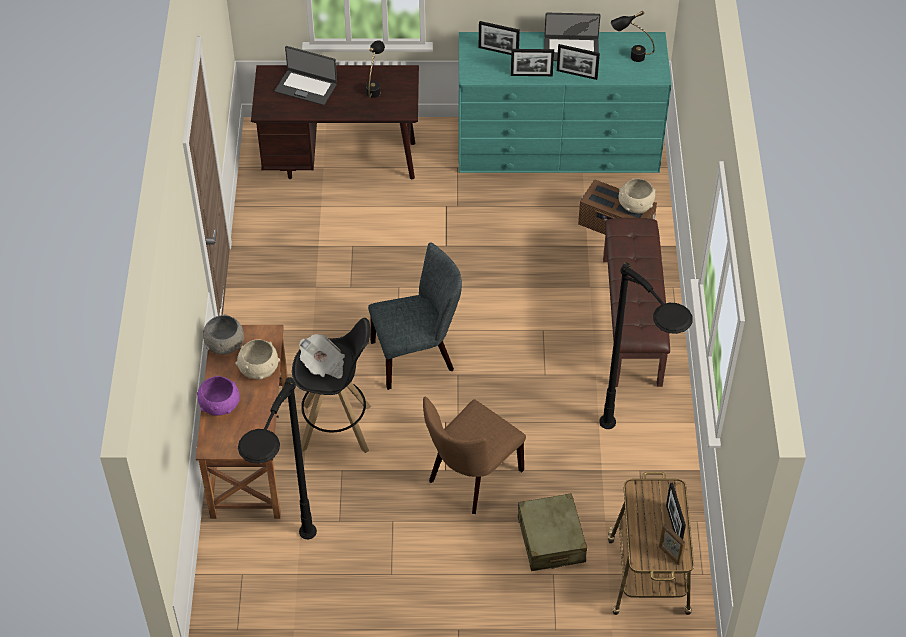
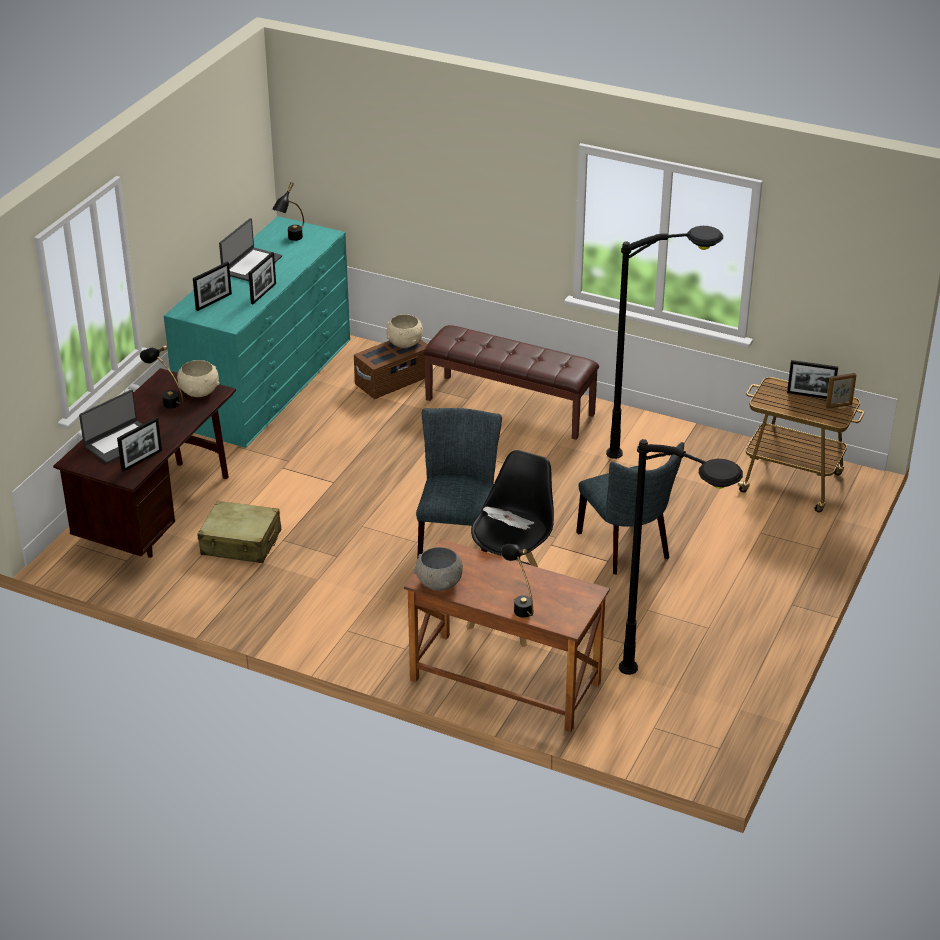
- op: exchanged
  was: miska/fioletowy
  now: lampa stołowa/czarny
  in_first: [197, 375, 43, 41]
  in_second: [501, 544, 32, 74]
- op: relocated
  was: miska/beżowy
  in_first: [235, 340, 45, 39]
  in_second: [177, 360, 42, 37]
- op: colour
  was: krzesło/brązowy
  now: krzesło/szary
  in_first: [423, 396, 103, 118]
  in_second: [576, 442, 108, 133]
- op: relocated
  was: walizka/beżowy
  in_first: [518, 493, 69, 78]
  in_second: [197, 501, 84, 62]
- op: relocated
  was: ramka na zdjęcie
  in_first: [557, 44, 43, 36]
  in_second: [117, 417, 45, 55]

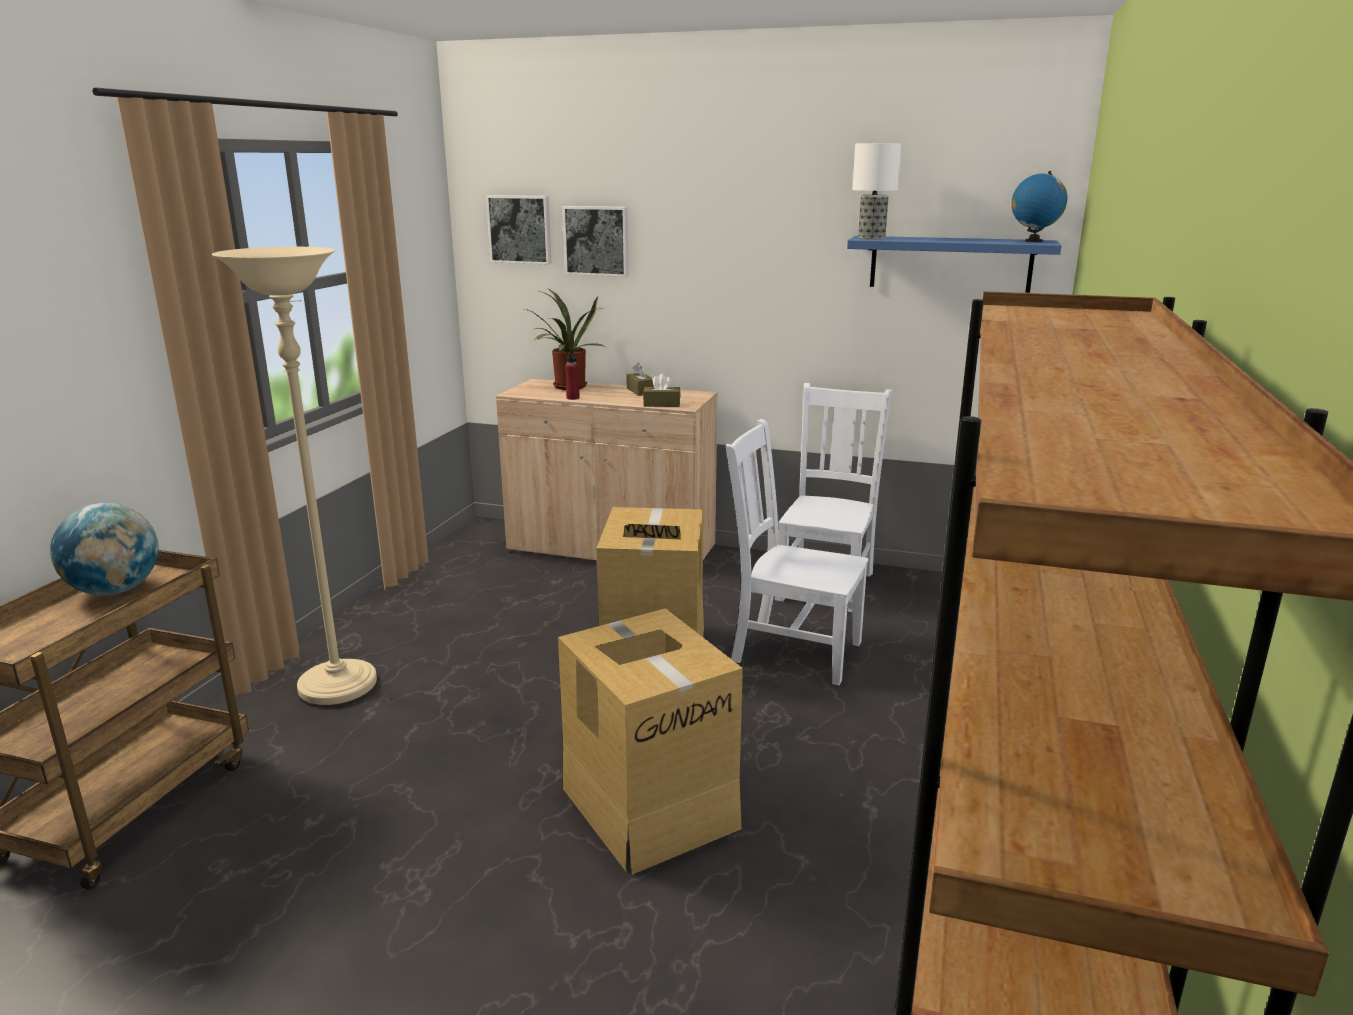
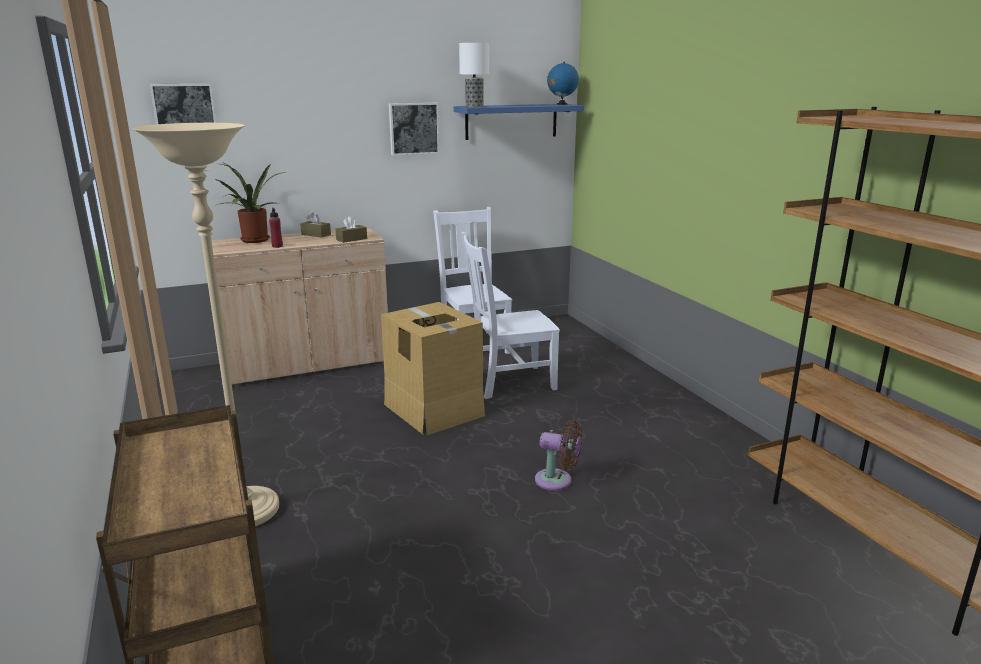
- op: missing
  was: globus
  in_first: [50, 503, 108, 92]
- op: exchanged
  was: karton
  now: wentylator/brązowy
  in_first: [558, 608, 185, 267]
  in_second: [535, 420, 47, 71]
- op: relocated
  was: obraz
  in_first: [562, 206, 67, 71]
  in_second: [389, 103, 50, 53]

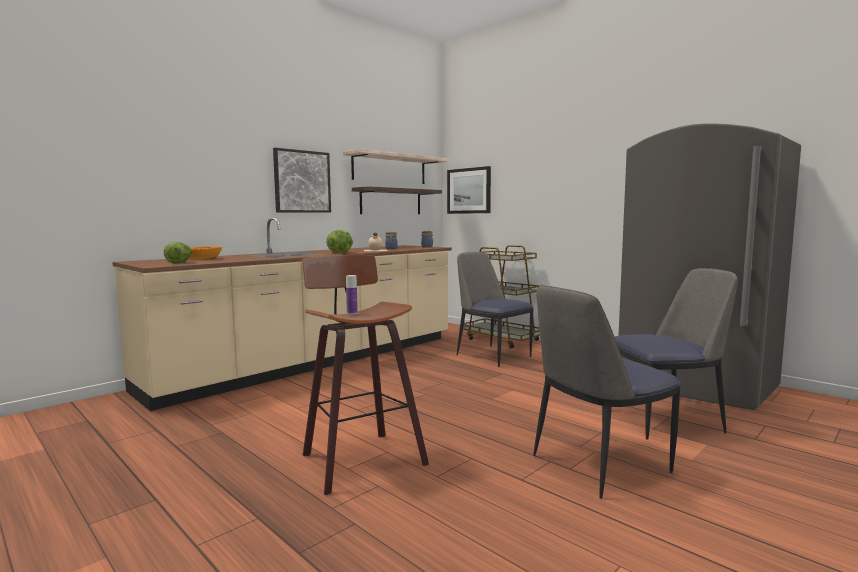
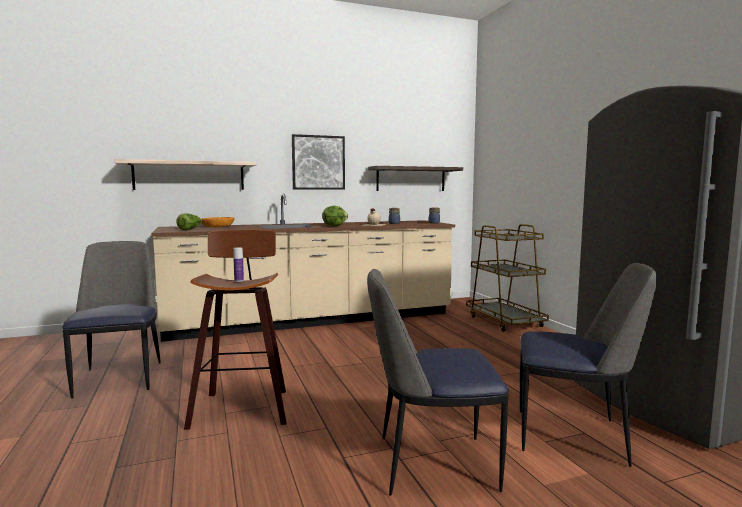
- op: relocated
  was: półka
  in_first: [343, 149, 106, 35]
  in_second: [114, 159, 142, 31]
- op: missing
  was: obraz
  in_first: [447, 166, 44, 48]
- op: relocated
  was: krzesło
  in_first: [457, 252, 77, 115]
  in_second: [62, 241, 99, 158]

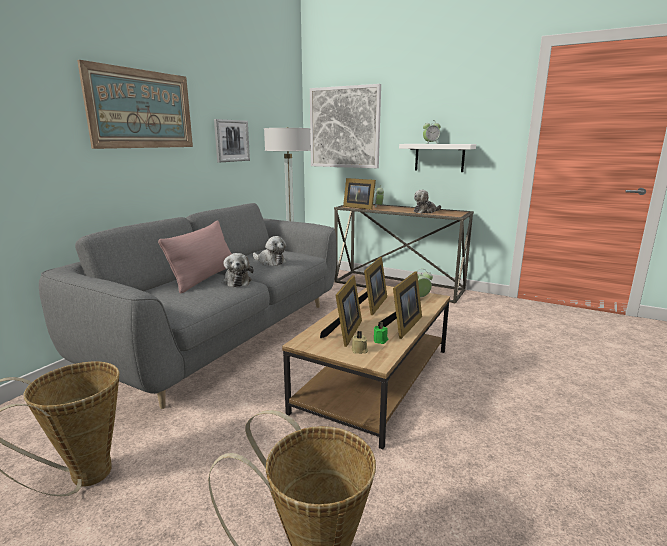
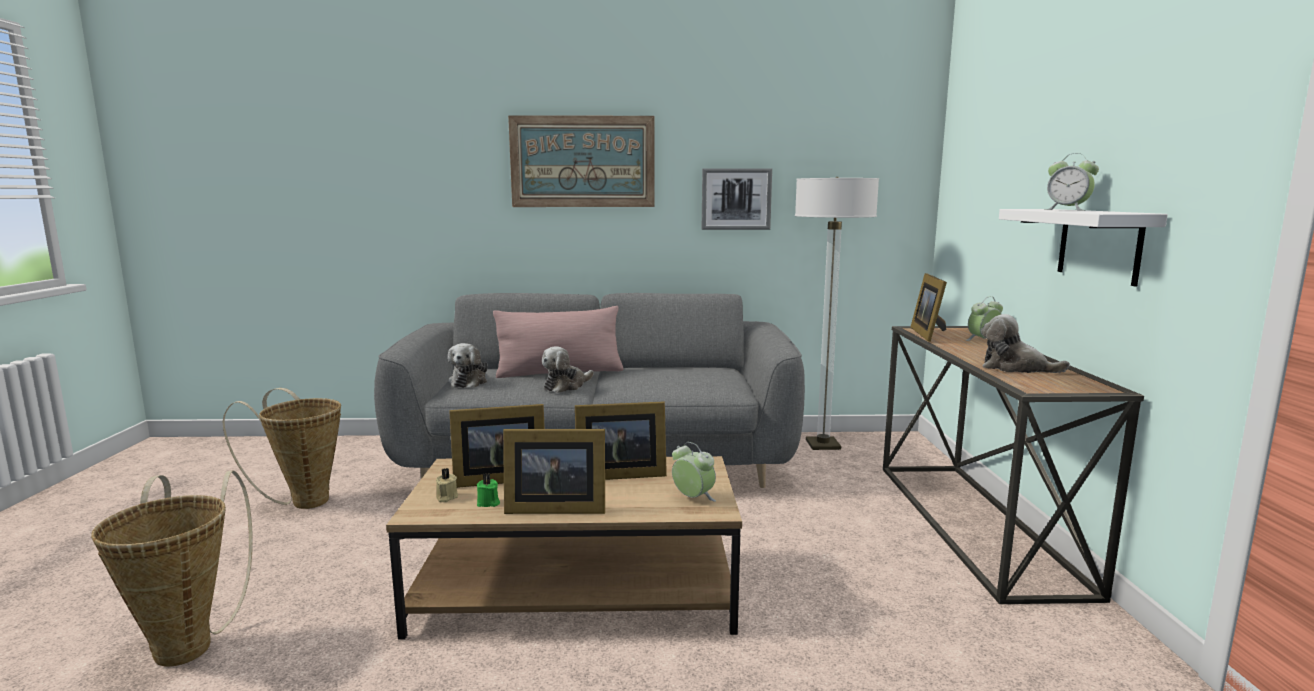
- op: relocated
  was: pluszak
  in_first: [253, 236, 33, 30]
  in_second: [448, 343, 40, 45]
- op: missing
  was: obraz
  in_first: [310, 84, 71, 84]

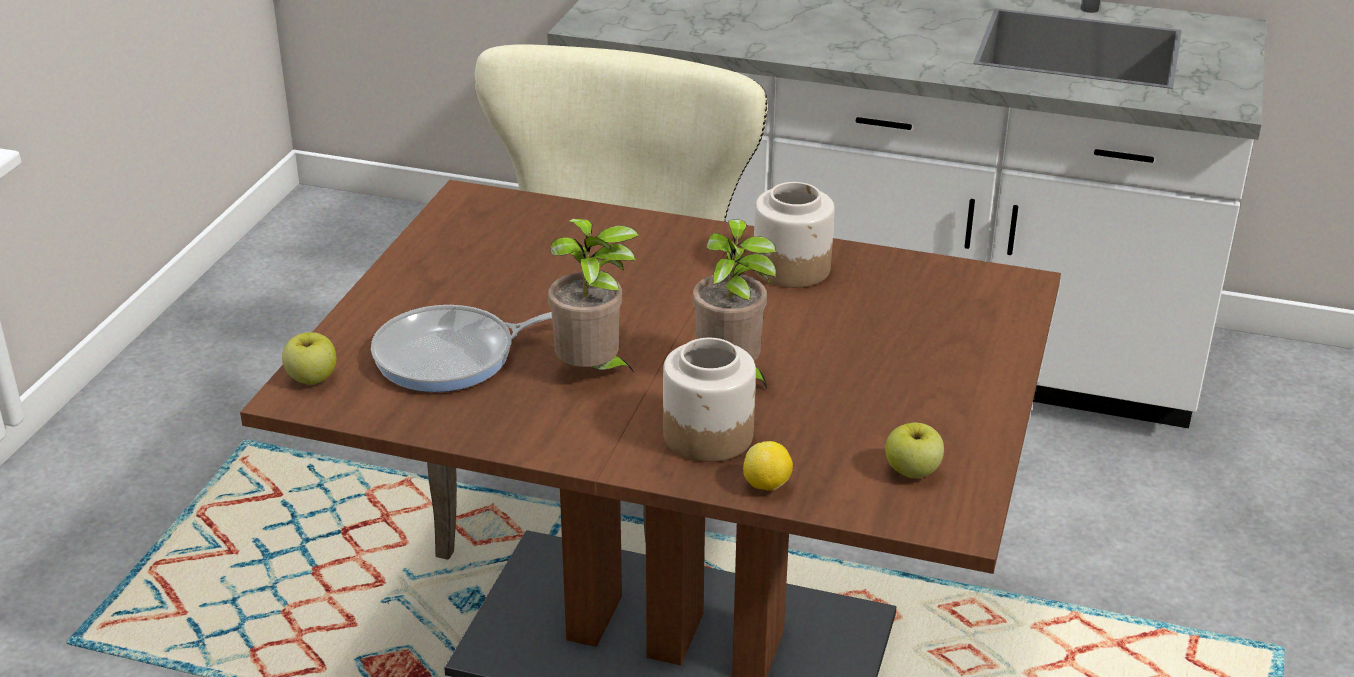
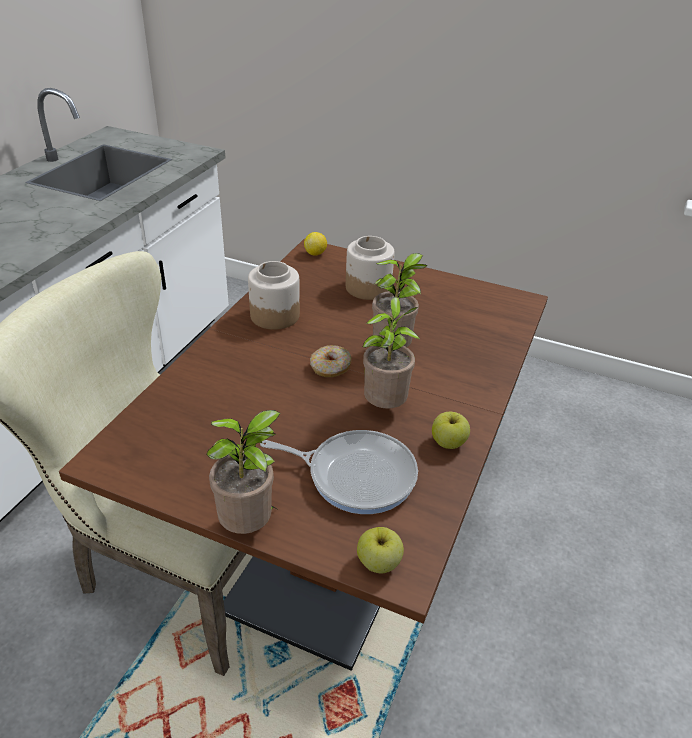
- op: spun
  was: patelnia
  in_first: [371, 305, 181, 87]
  in_second: [260, 430, 158, 84]
  clockwise: -60
- op: relocated
  was: słoik
  in_first: [663, 338, 93, 124]
  in_second: [346, 236, 49, 64]
- op: relocated
  was: cytryna
  in_first: [743, 441, 50, 50]
  in_second: [304, 232, 23, 24]
- op: relocated
  was: jabłko
  in_first: [885, 423, 59, 55]
  in_second: [432, 412, 38, 37]
- op: appeared
  now: roślina doniczkowa
  in_second: [206, 410, 75, 124]
- op: appeared
  now: donut
  in_second: [310, 345, 42, 32]

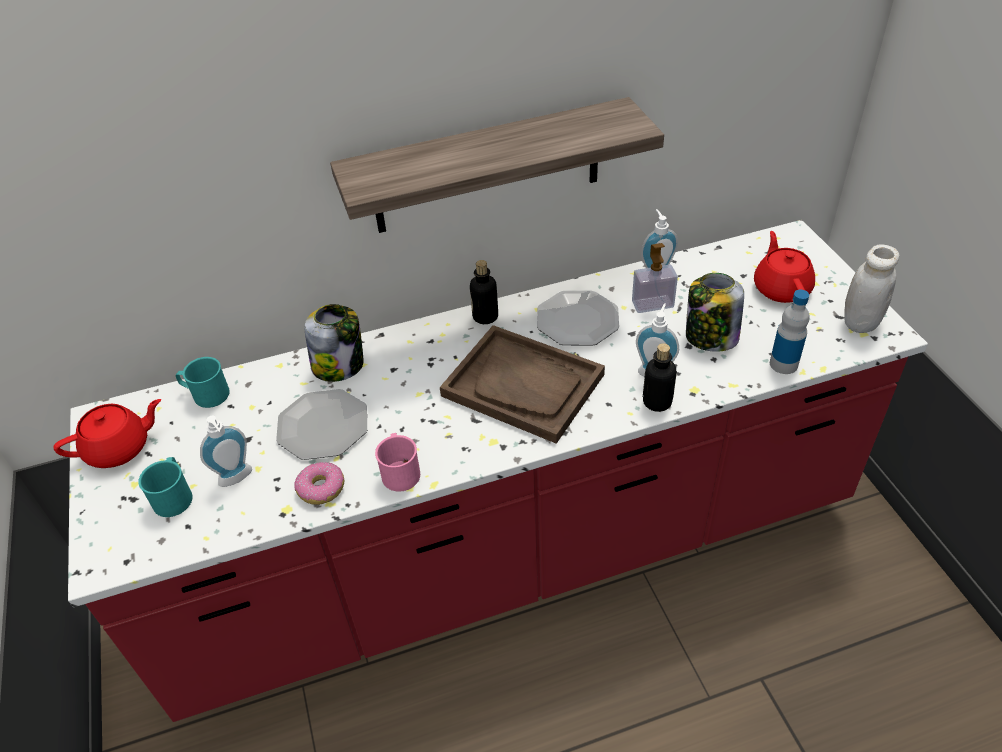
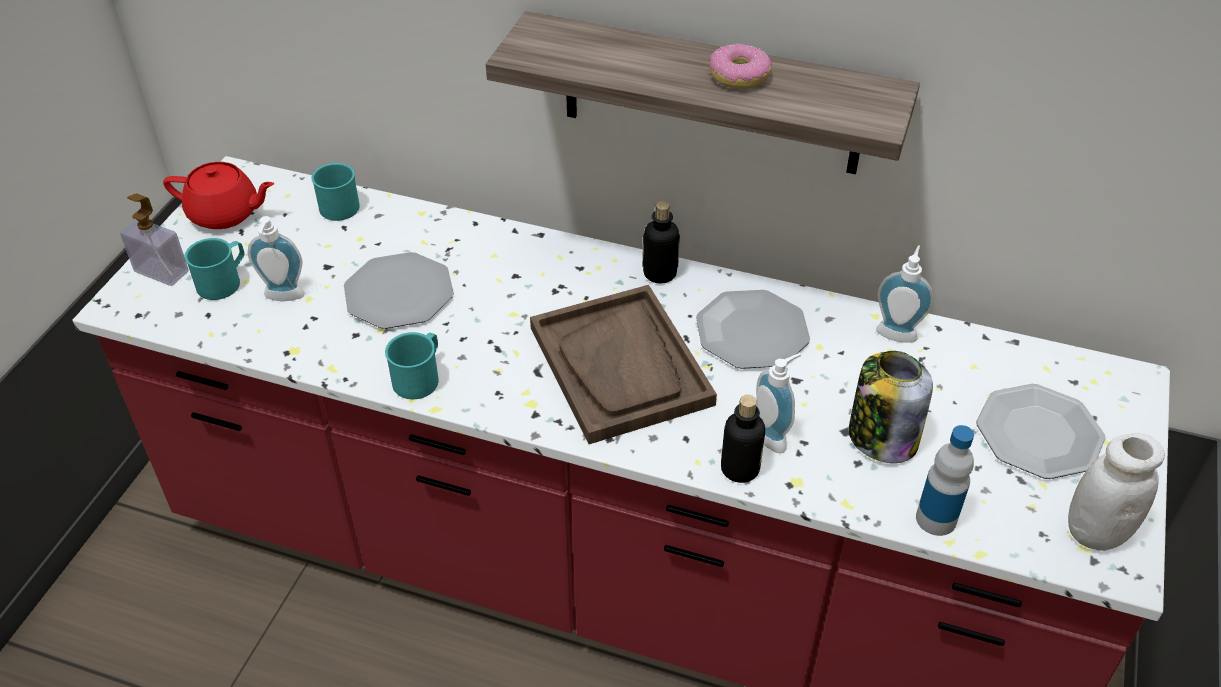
- op: relocated
  was: donut
  in_first: [294, 462, 50, 43]
  in_second: [709, 43, 63, 46]
- op: missing
  was: słoik
  in_first: [305, 304, 59, 78]
- op: colour
  was: kubek/różowy
  now: kubek/turkusowy
  in_first: [375, 433, 45, 59]
  in_second: [385, 332, 54, 67]
- op: relocated
  was: dozownik mydła
  in_first: [632, 243, 46, 70]
  in_second: [120, 194, 68, 92]
- op: exchanged
  was: imbryk/czerwony
  now: talerz
  in_first: [754, 231, 61, 72]
  in_second: [976, 384, 130, 95]

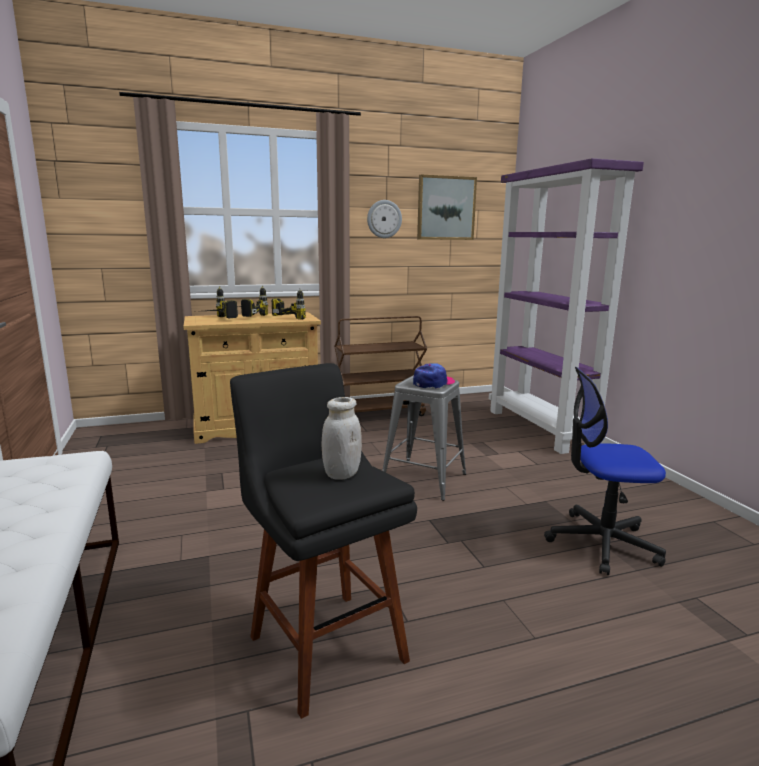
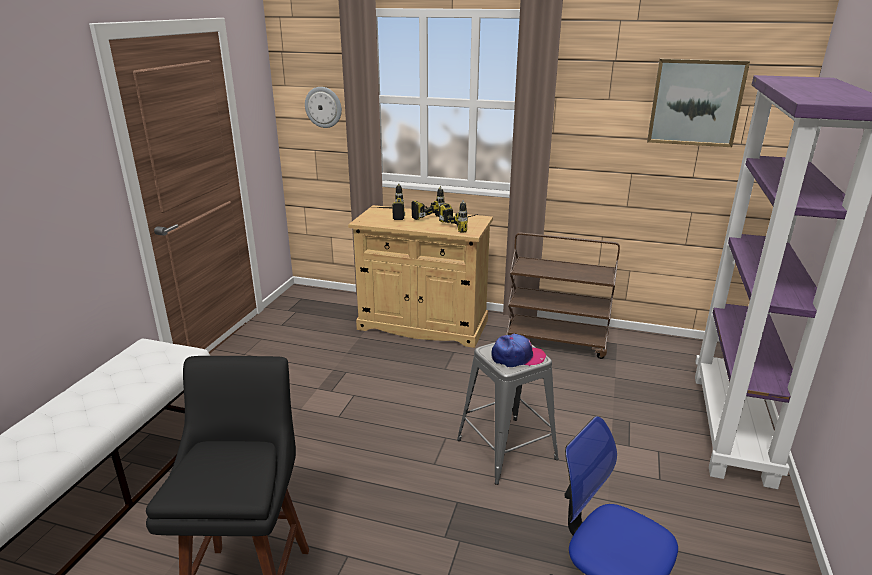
- op: missing
  was: słoik/biały
  in_first: [322, 397, 40, 83]
- op: relocated
  was: zegar ścienny
  in_first: [367, 200, 35, 38]
  in_second: [305, 87, 37, 41]

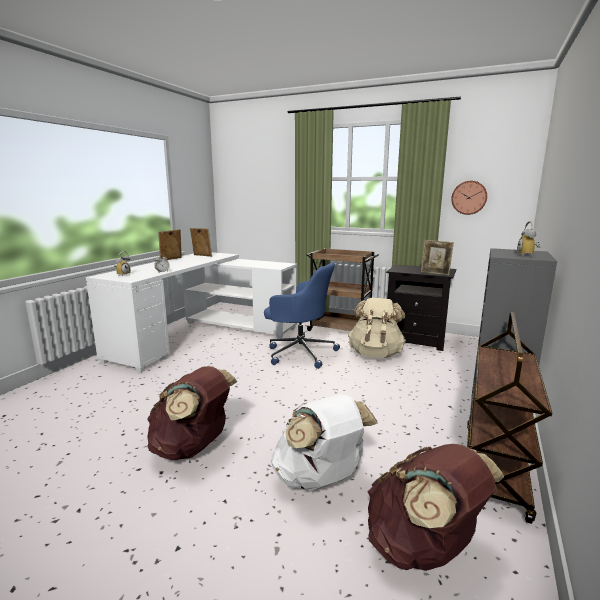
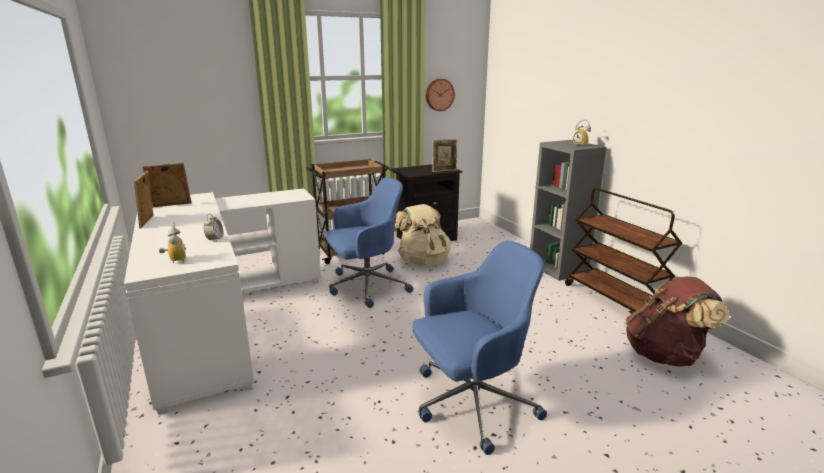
- op: exchanged
  was: plecak/brązowy
  now: krzesło biurowe/niebieski
  in_first: [147, 366, 91, 94]
  in_second: [413, 241, 134, 214]
- op: missing
  was: plecak/biały
  in_first: [271, 394, 107, 97]

